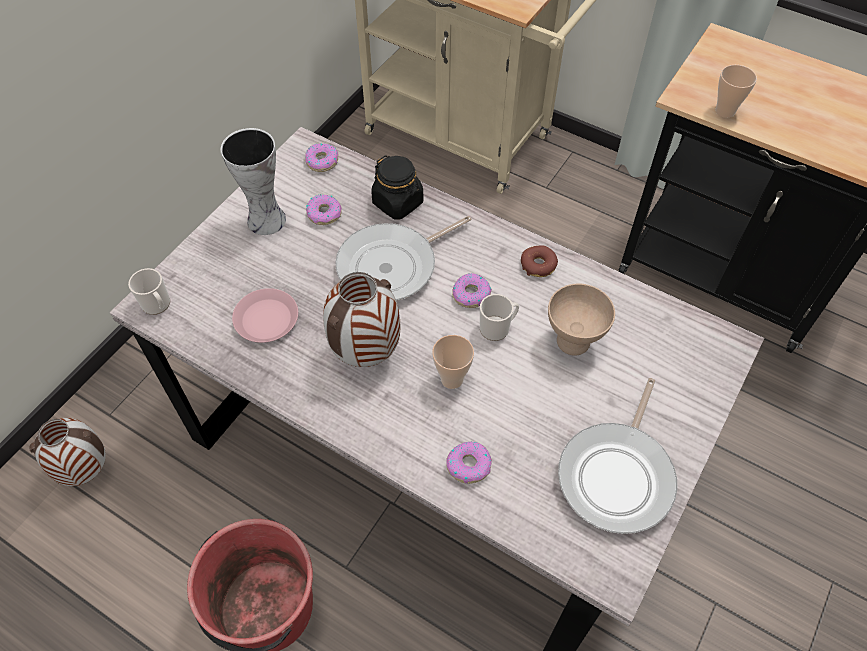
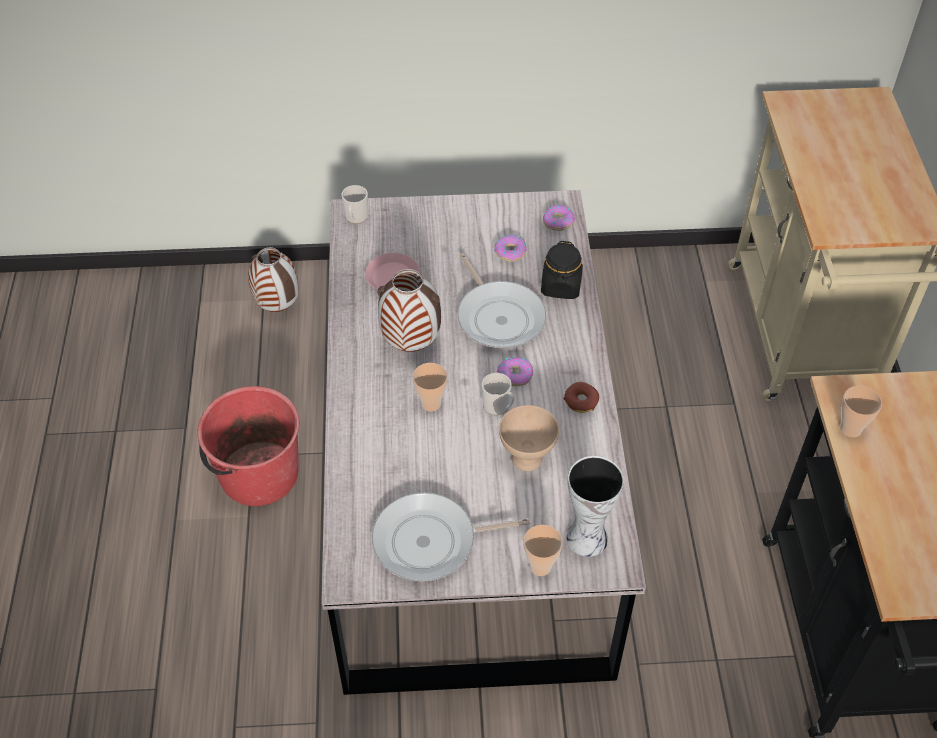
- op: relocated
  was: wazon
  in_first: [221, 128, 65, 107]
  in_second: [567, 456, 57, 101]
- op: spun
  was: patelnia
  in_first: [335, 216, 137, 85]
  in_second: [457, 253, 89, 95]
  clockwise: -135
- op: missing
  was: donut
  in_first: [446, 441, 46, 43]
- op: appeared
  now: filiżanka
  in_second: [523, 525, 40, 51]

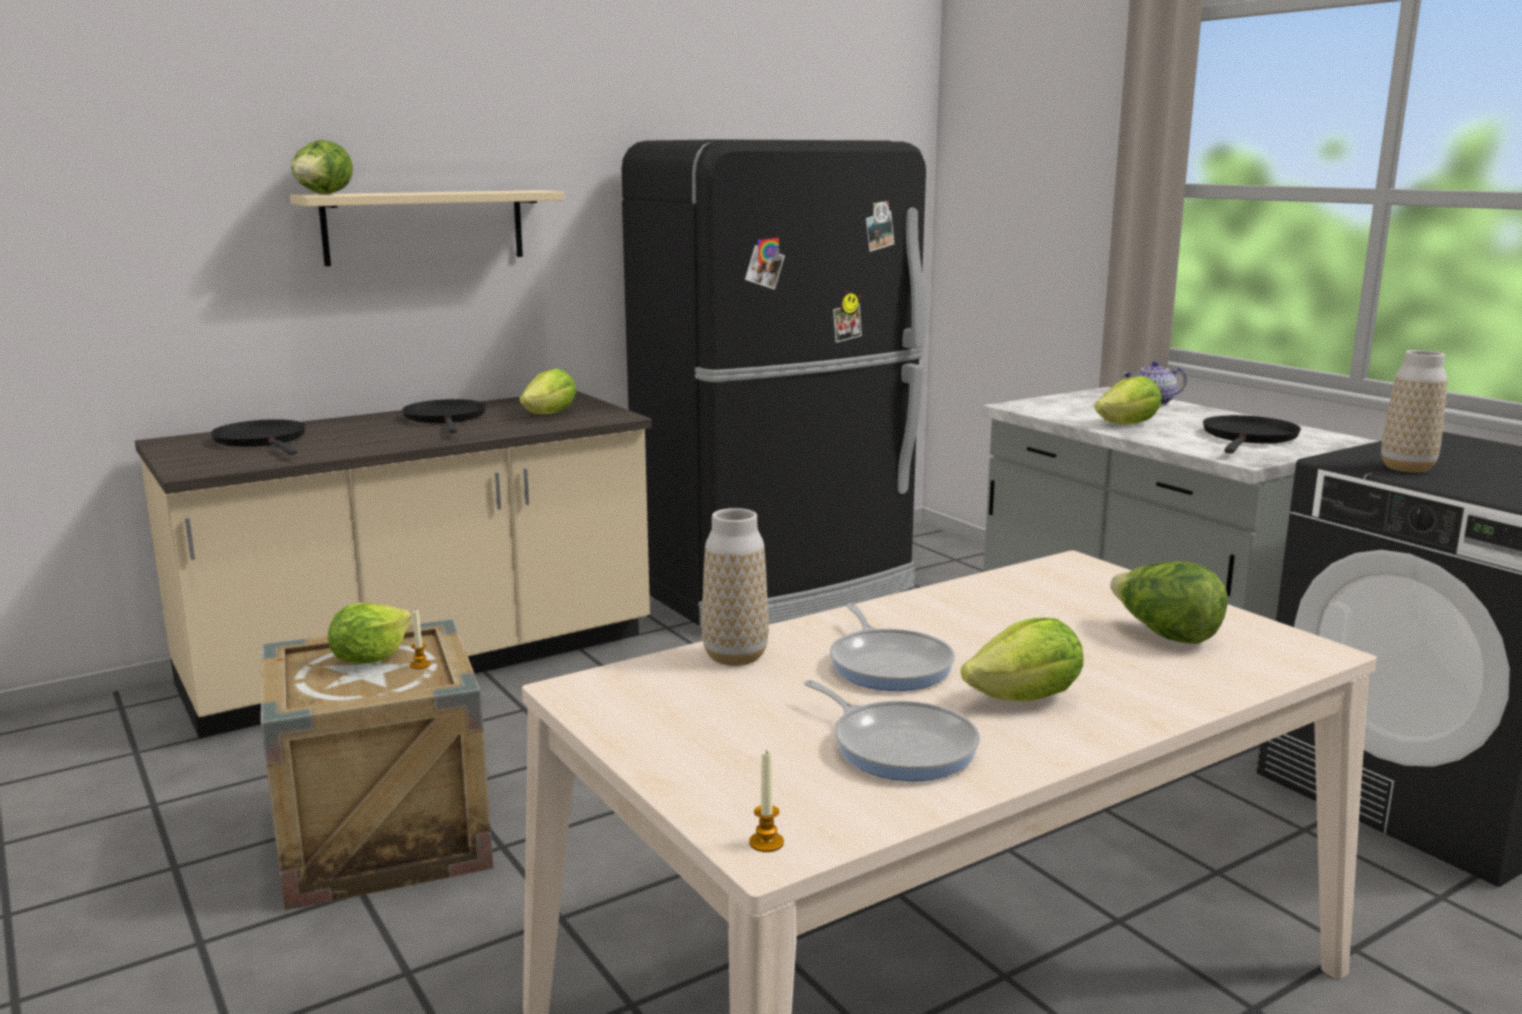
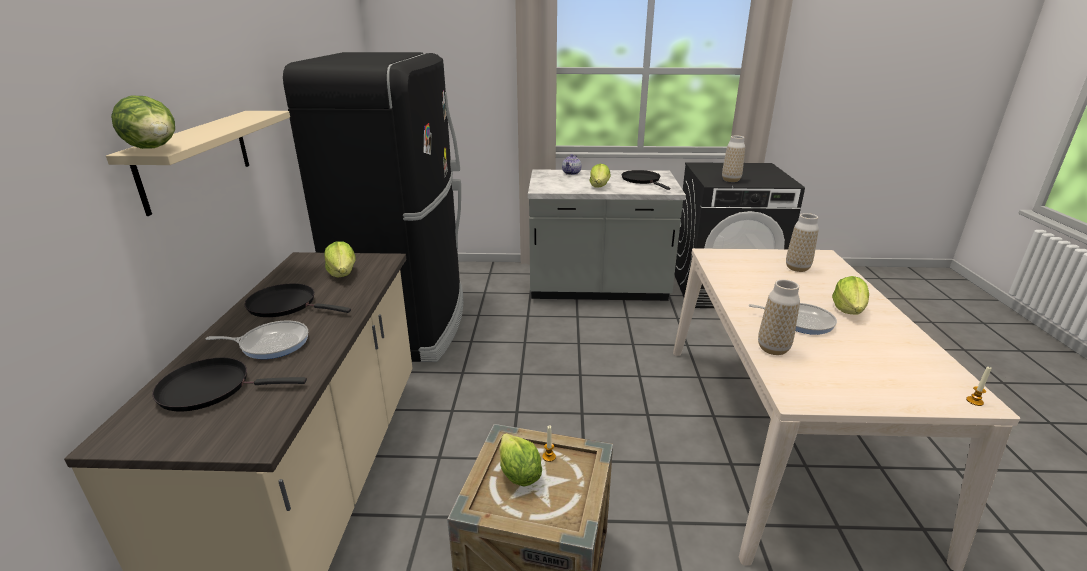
- op: relocated
  was: patelnia
  in_first: [804, 680, 176, 101]
  in_second: [205, 321, 103, 38]
- op: exchanged
  was: sałata
  now: wazon
  in_first: [1110, 561, 118, 83]
  in_second: [786, 213, 33, 59]

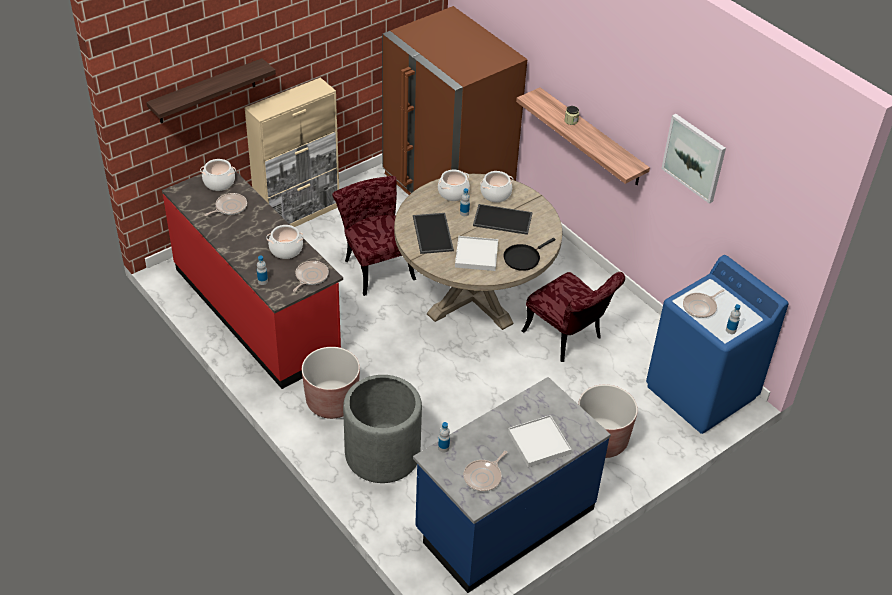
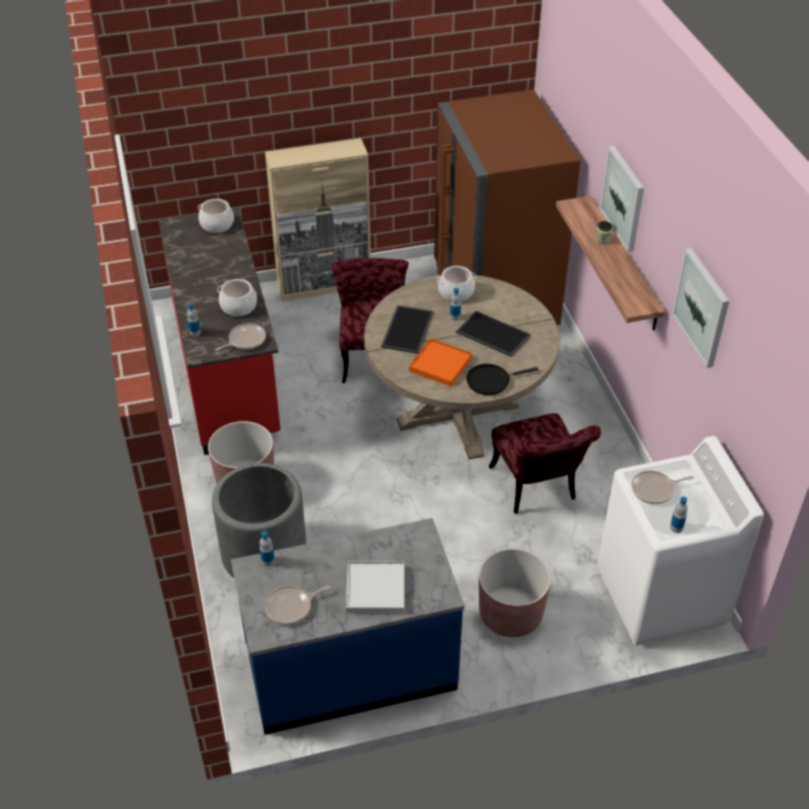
- op: missing
  was: półka
  in_first: [146, 58, 130, 65]
- op: missing
  was: patelnia
  in_first: [204, 193, 43, 23]
- op: colour
  was: taca/biały
  now: taca/pomarańczowy
  in_first: [455, 236, 43, 35]
  in_second: [409, 338, 63, 49]
- op: missing
  was: garnek
  in_first: [480, 171, 33, 31]
- op: colour
  was: pralka/niebieski
  now: pralka/biały
  in_first: [646, 255, 143, 179]
  in_second: [597, 436, 167, 209]
- op: appeared
  now: obraz
  in_second: [600, 146, 44, 106]

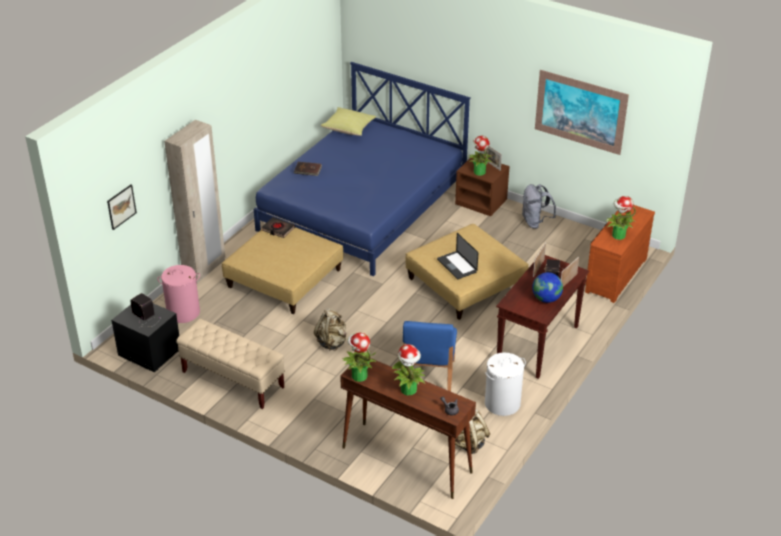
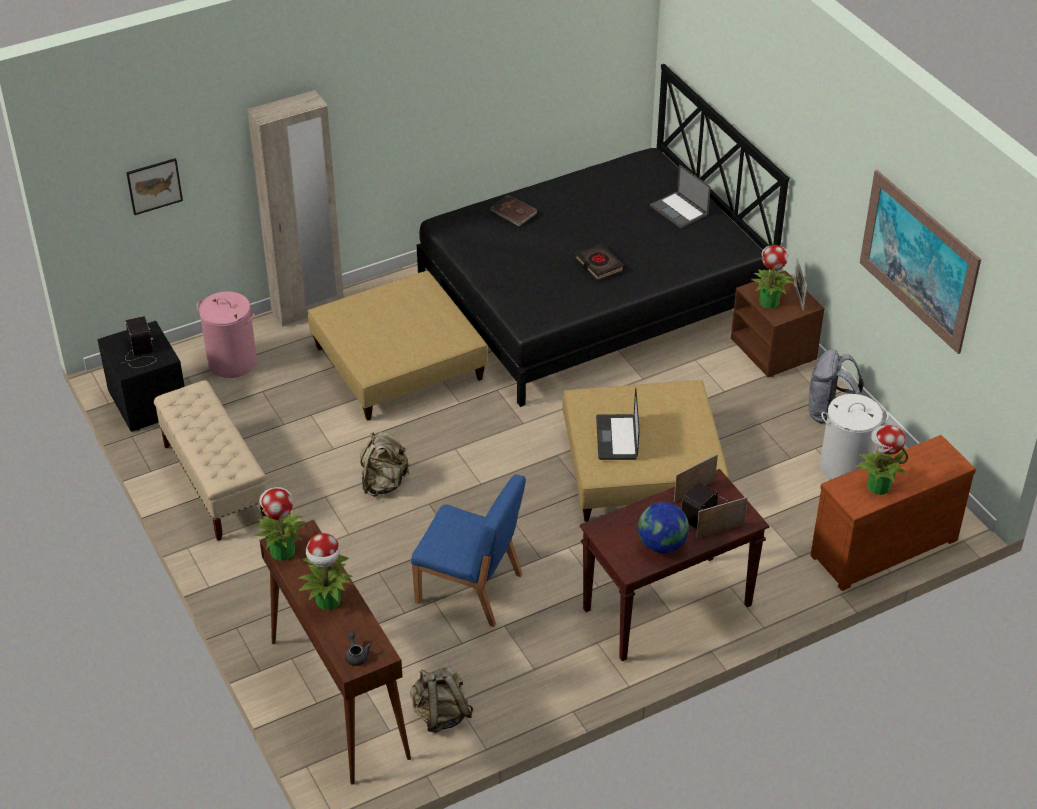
- op: colour
  was: łóżko/niebieski
  now: łóżko/czarny
  in_first: [254, 62, 217, 214]
  in_second: [417, 64, 373, 343]
- op: relocated
  was: książka/czarny
  in_first: [261, 217, 34, 21]
  in_second: [575, 244, 50, 36]
- op: missing
  was: poduszka/żółty
  in_first: [321, 107, 56, 29]
- op: spun
  was: krzesło/niebieski
  in_first: [403, 321, 54, 71]
  in_second: [411, 474, 115, 153]
  clockwise: -105
- op: relocated
  was: kosz na pranie/biały
  in_first: [485, 353, 41, 63]
  in_second: [820, 394, 69, 86]
- op: appeared
  now: laptop
  in_second: [650, 165, 61, 64]

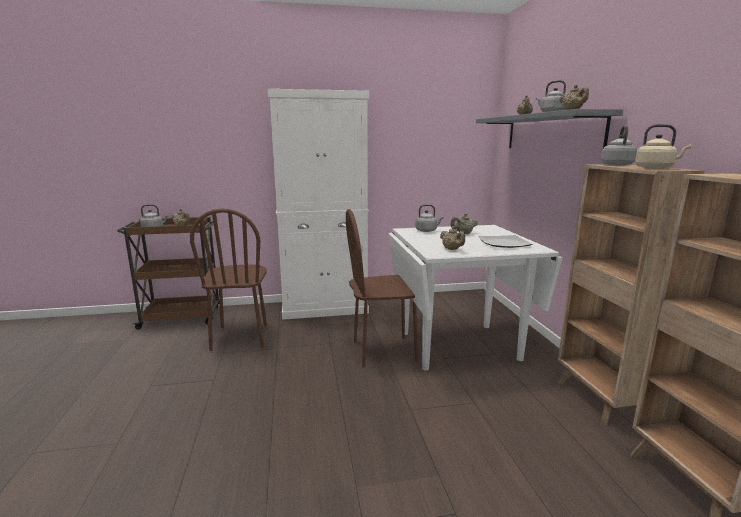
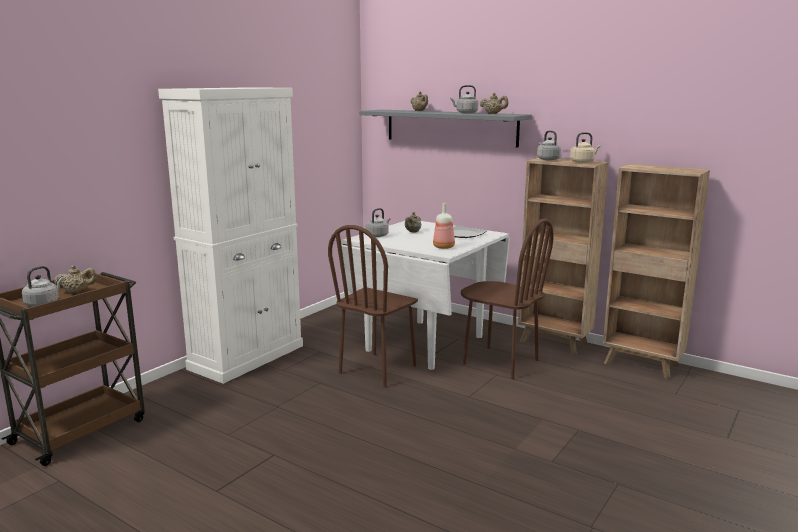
- op: relocated
  was: krzesło/brązowy
  in_first: [190, 208, 77, 143]
  in_second: [461, 219, 93, 160]
- op: exchanged
  was: imbryk/beżowy
  now: butelka
  in_first: [440, 226, 25, 24]
  in_second: [433, 203, 22, 46]

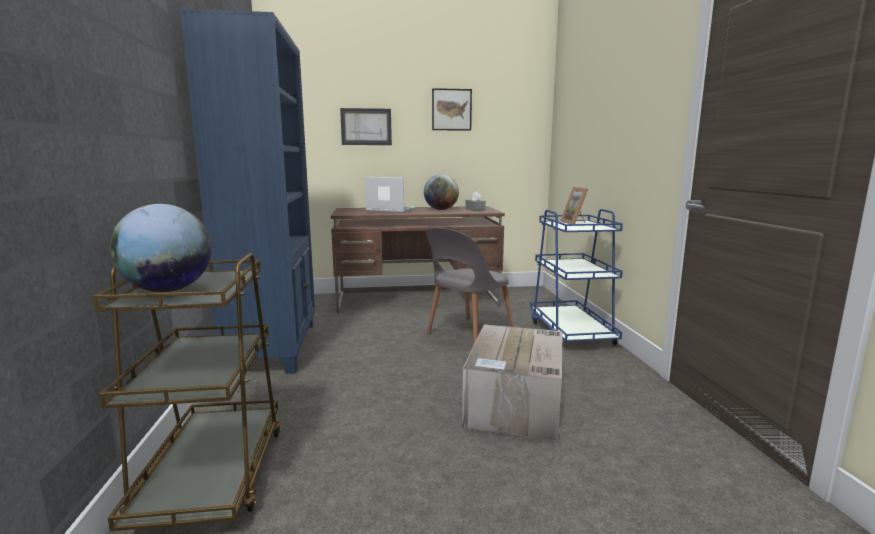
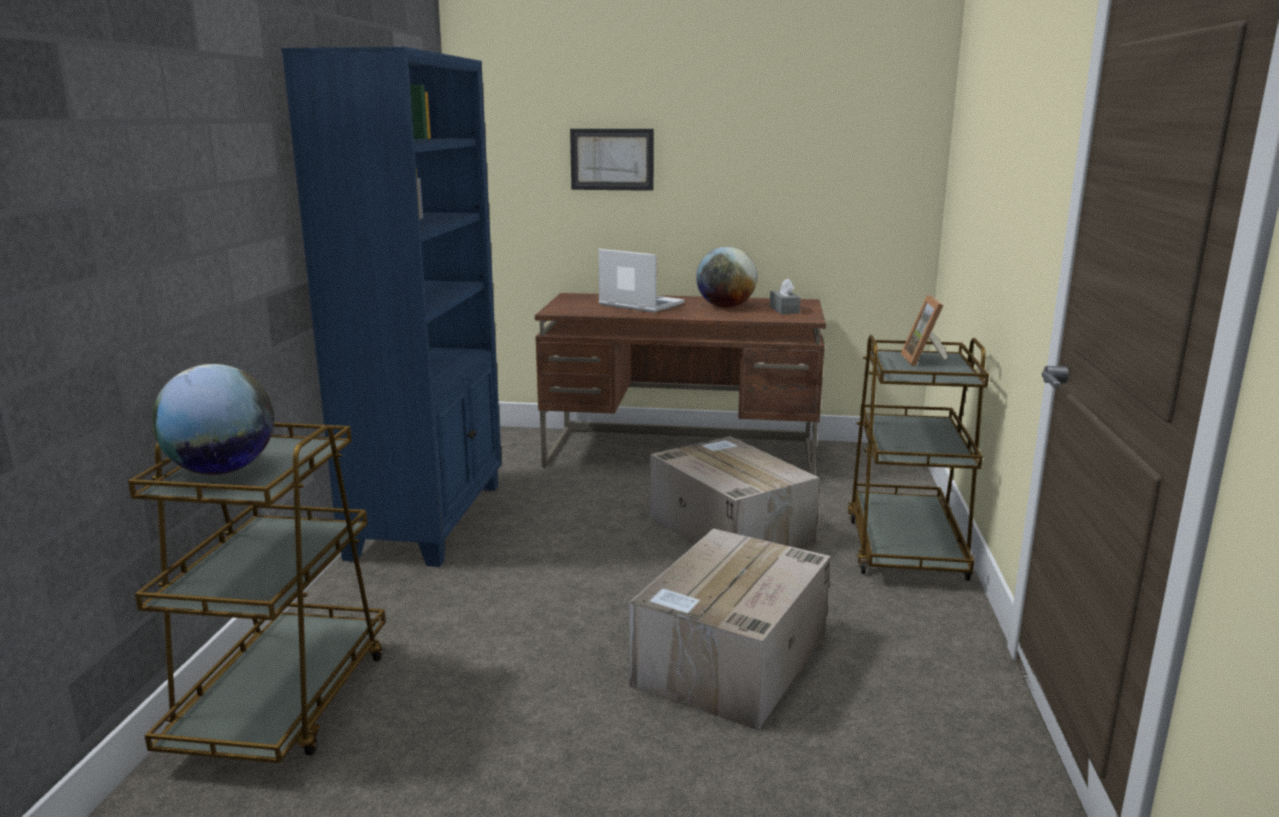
- op: exchanged
  was: krzesło/szary
  now: karton
  in_first: [426, 227, 88, 117]
  in_second: [650, 436, 169, 113]
- op: missing
  was: obraz
  in_first: [432, 88, 40, 43]
- op: colour
  was: wózek/niebieski
  now: wózek/brązowy
  in_first: [530, 209, 93, 136]
  in_second: [848, 335, 141, 246]

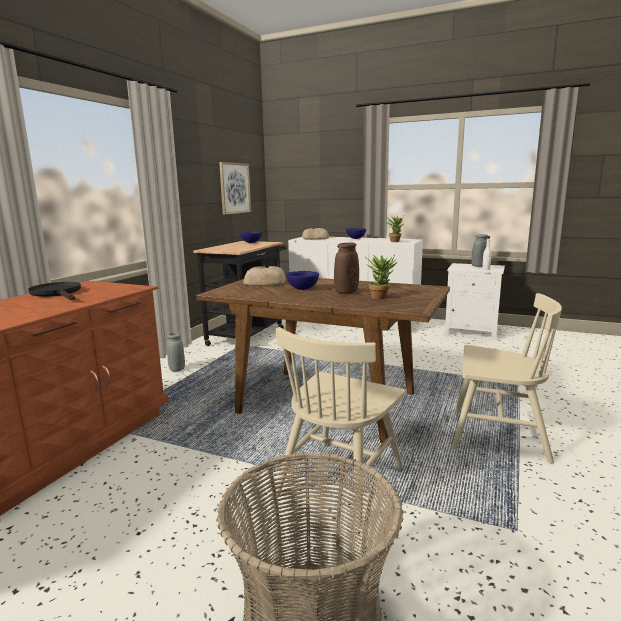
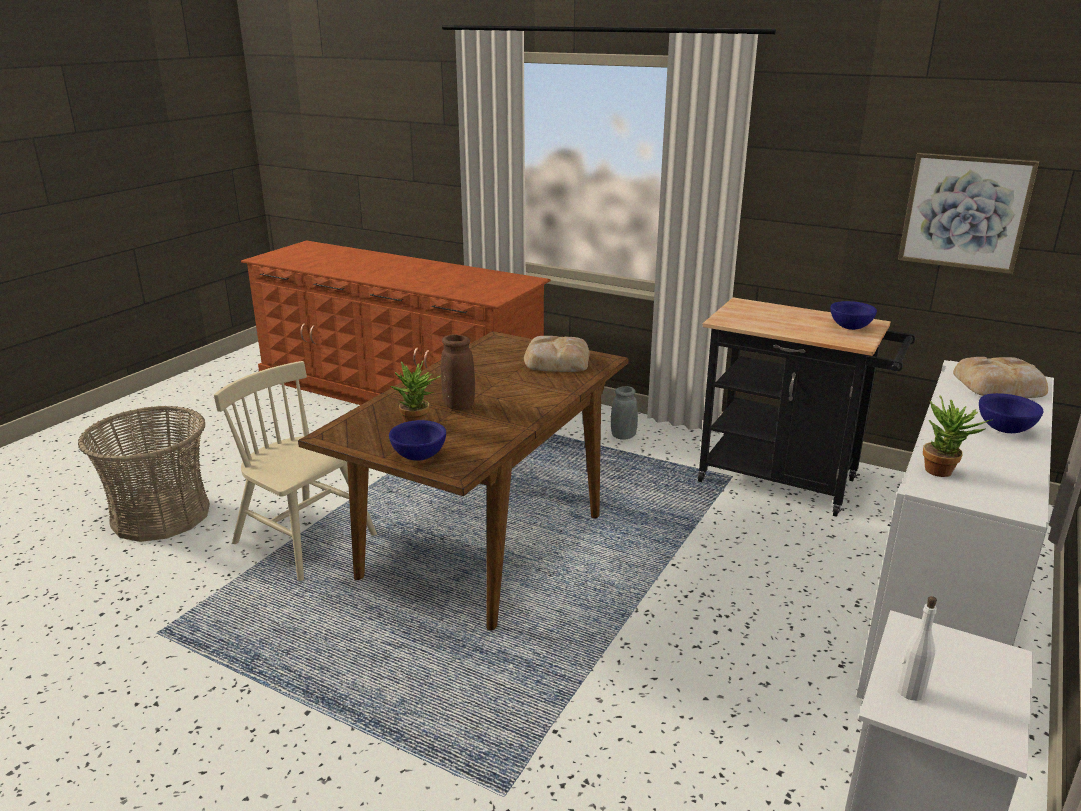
- op: missing
  was: patelnia/czarny
  in_first: [28, 282, 53, 18]
- op: relocated
  was: miska/niebieski
  in_first: [286, 271, 33, 19]
  in_second: [389, 420, 57, 41]
- op: missing
  was: krzesło/beżowy
  in_first: [452, 293, 110, 171]
- op: missing
  was: wazon/szary
  in_first: [471, 234, 17, 33]

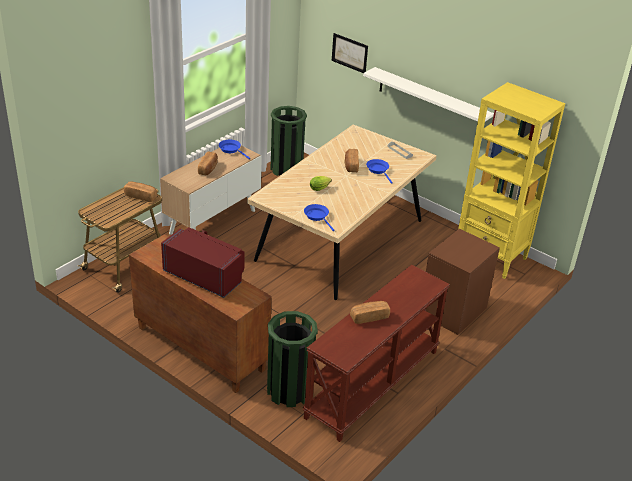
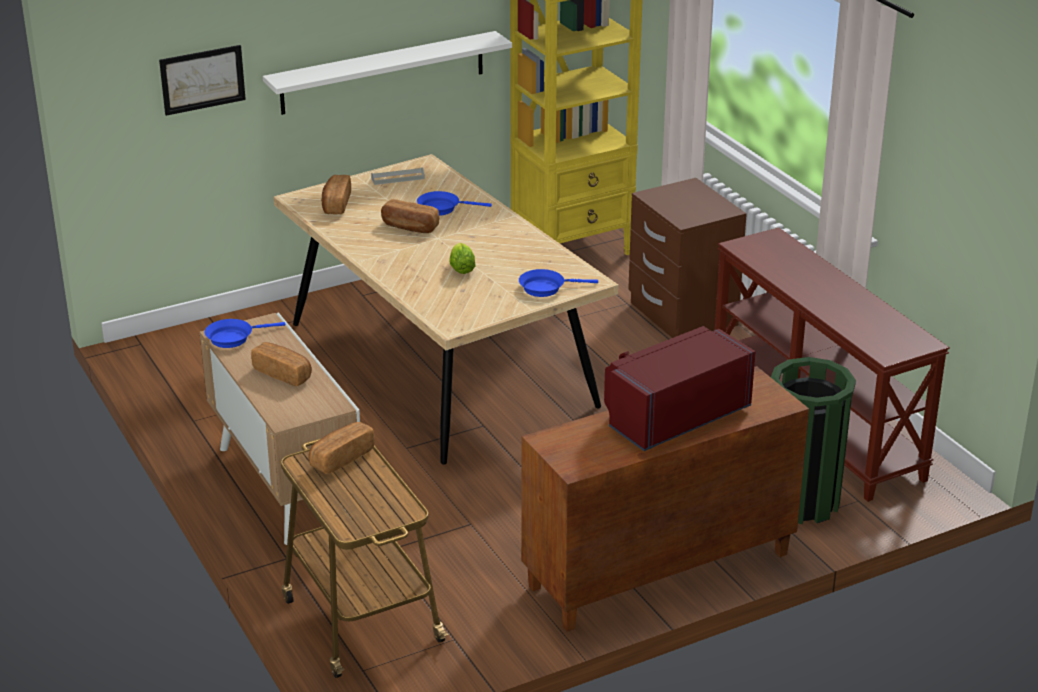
- op: missing
  was: kosz na śmieci/zielony
  in_first: [270, 106, 37, 70]
- op: relocated
  was: chleb
  in_first: [350, 301, 40, 23]
  in_second: [321, 175, 30, 39]

